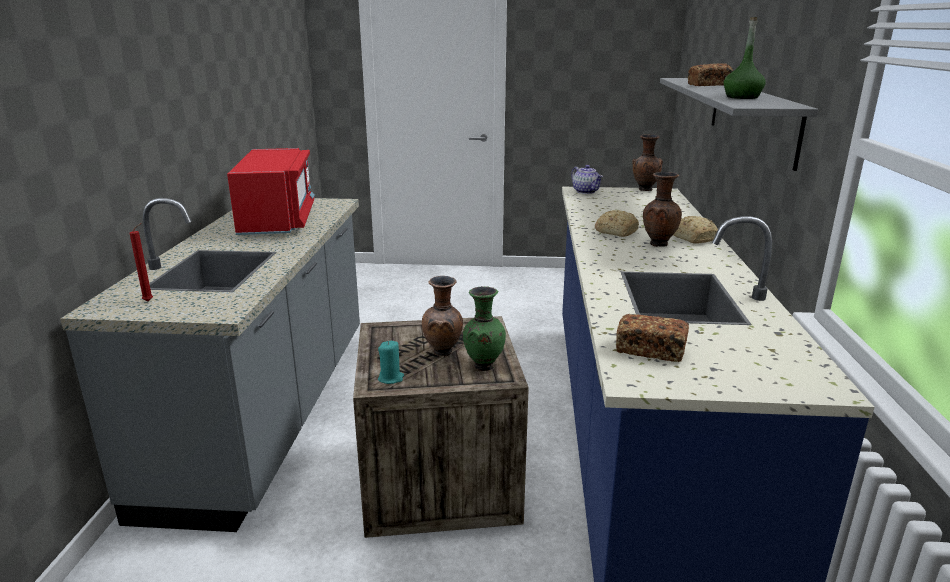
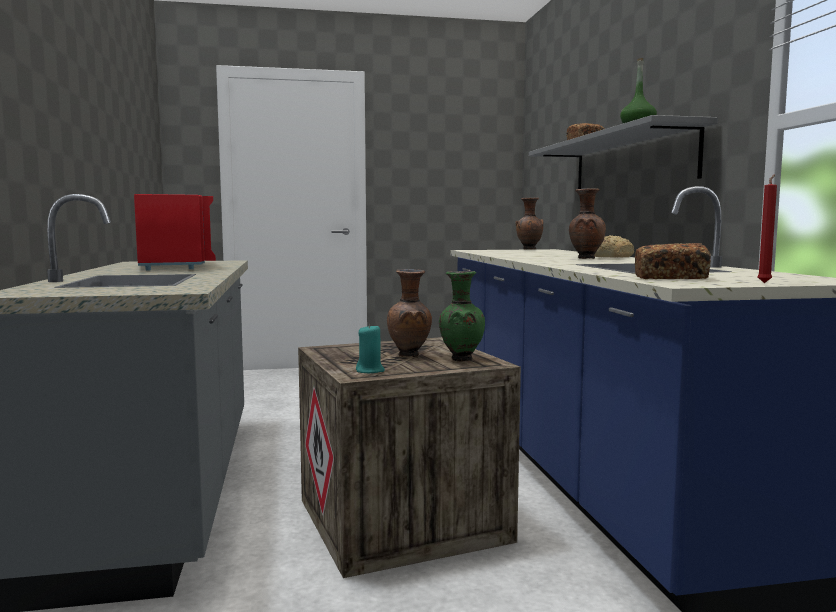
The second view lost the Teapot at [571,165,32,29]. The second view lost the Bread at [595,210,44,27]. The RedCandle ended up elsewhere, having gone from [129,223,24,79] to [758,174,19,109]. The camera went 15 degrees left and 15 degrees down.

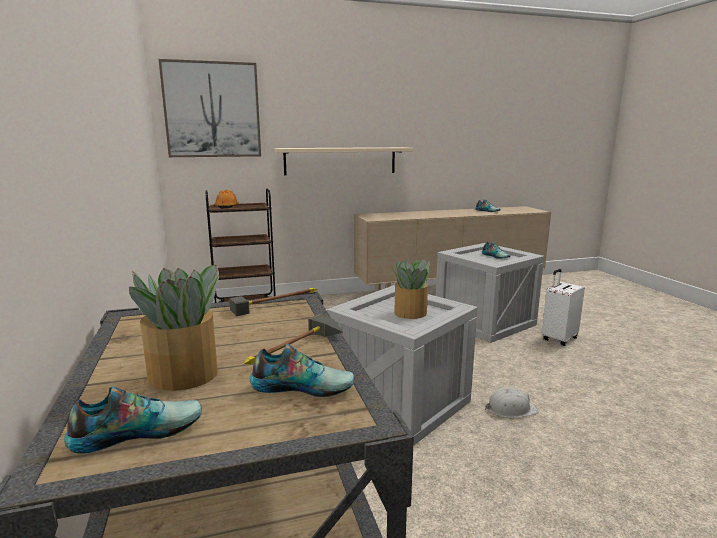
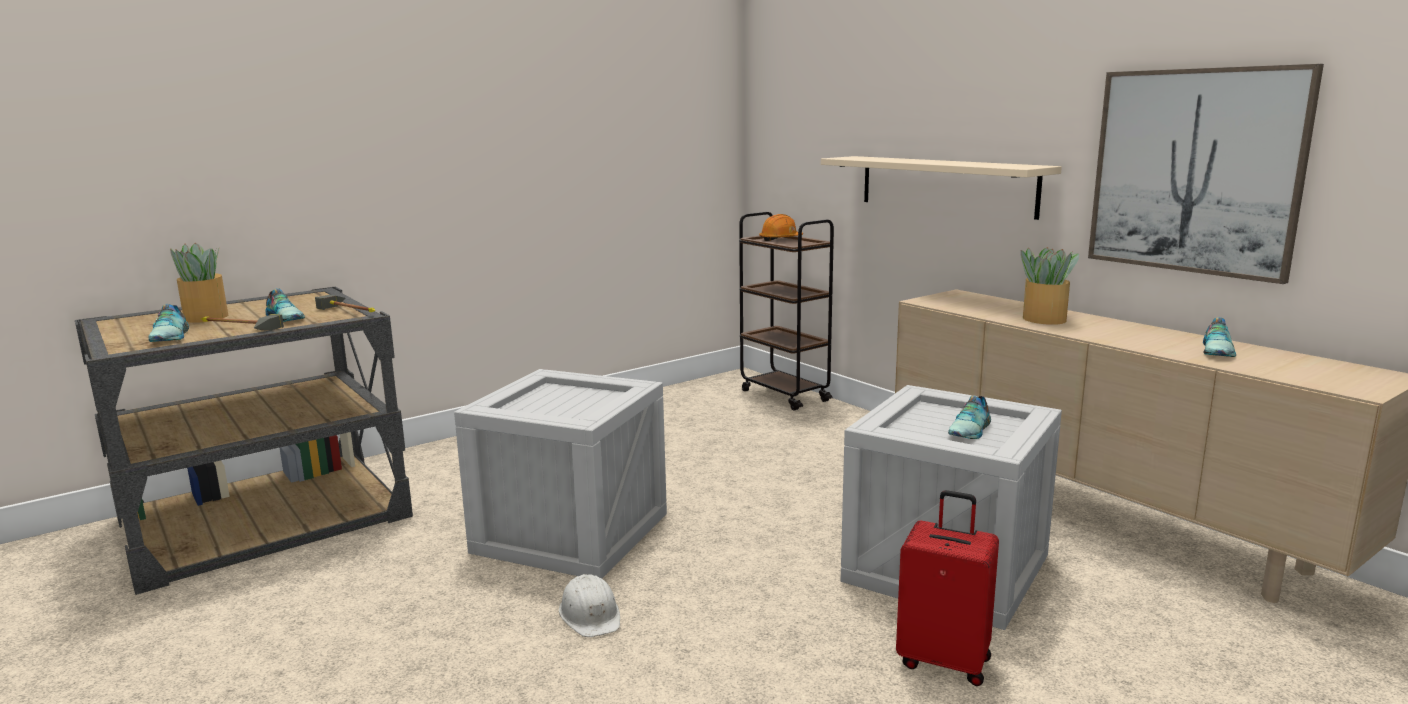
The Shoe ended up elsewhere, having gone from [64,386,138,68] to [265,288,40,34]. The Picture ended up elsewhere, having gone from [159,59,102,98] to [1088,64,236,220]. The PottedPlant ended up elsewhere, having gone from [390,259,40,60] to [1020,247,59,78]. What was the WhiteSuitcase at [541,269,44,77] turned into the RedSuitcase at [896,490,103,196]. The camera went 70 degrees right and 0 degrees up.

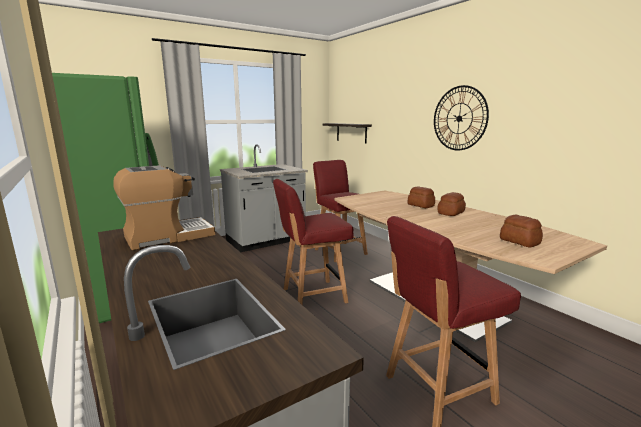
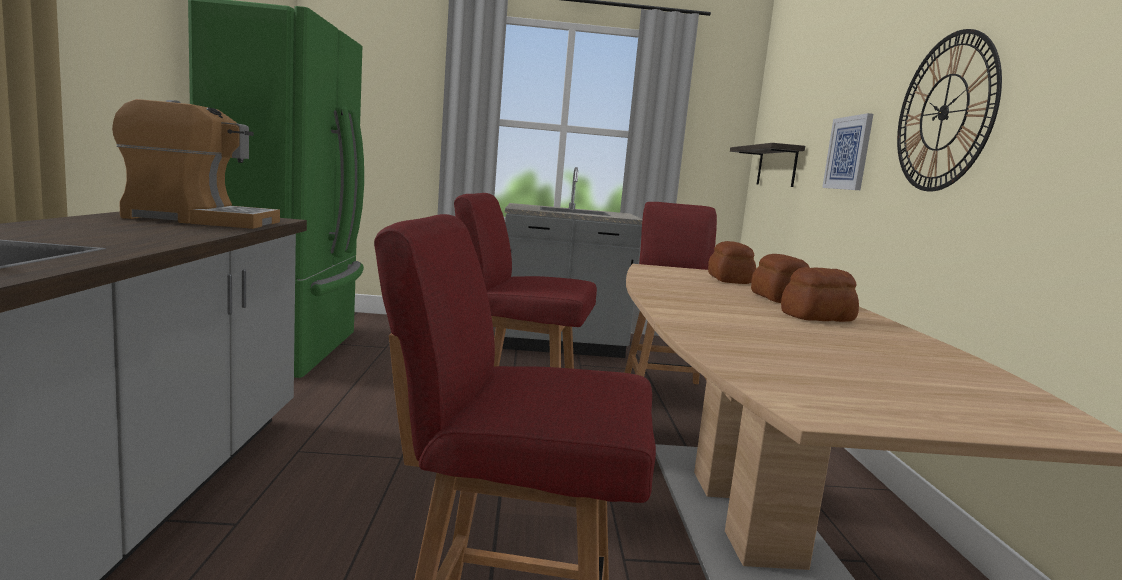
The second view gained the Picture at [822,113,51,77]. The Bread ended up elsewhere, having gone from [500,215,43,33] to [708,241,48,43]. The camera went 30 degrees right and 5 degrees down.

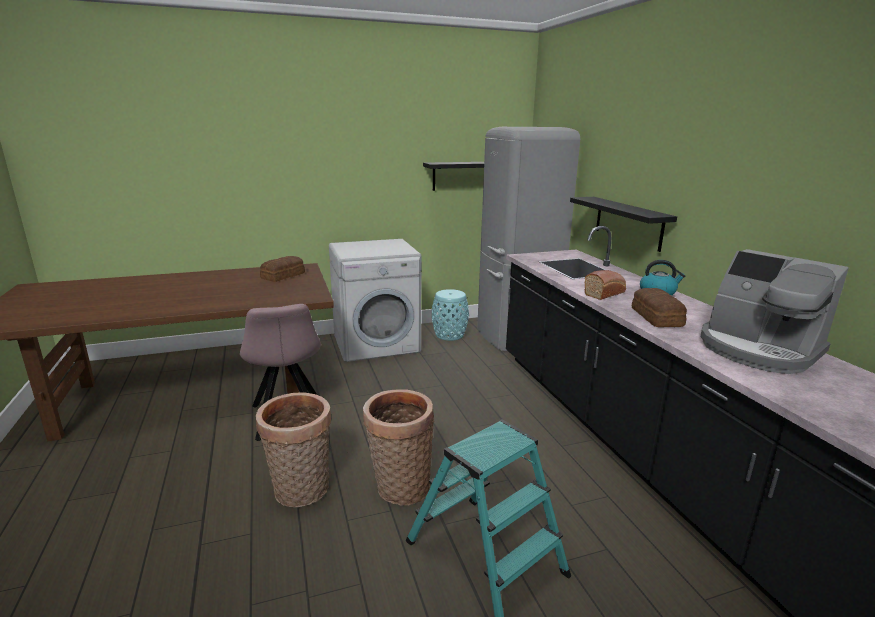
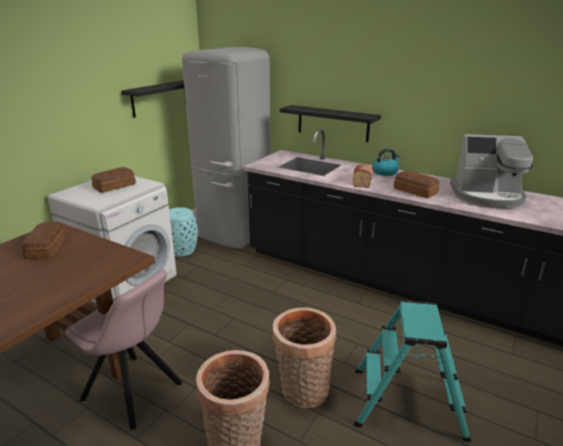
The second view gained the Bread at [91,167,45,26]. The camera went 40 degrees left and 5 degrees up.

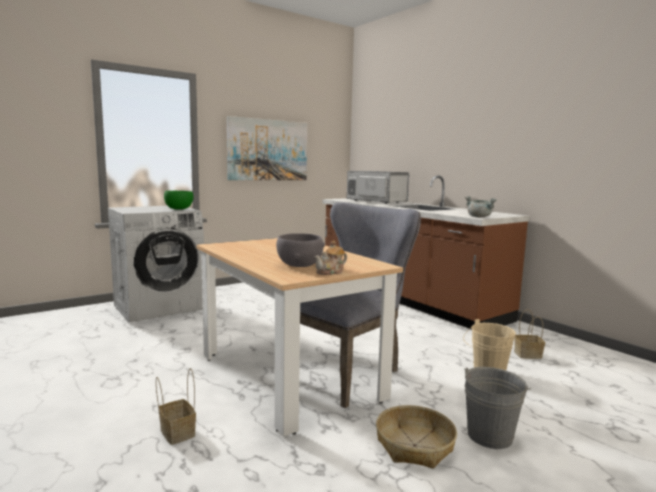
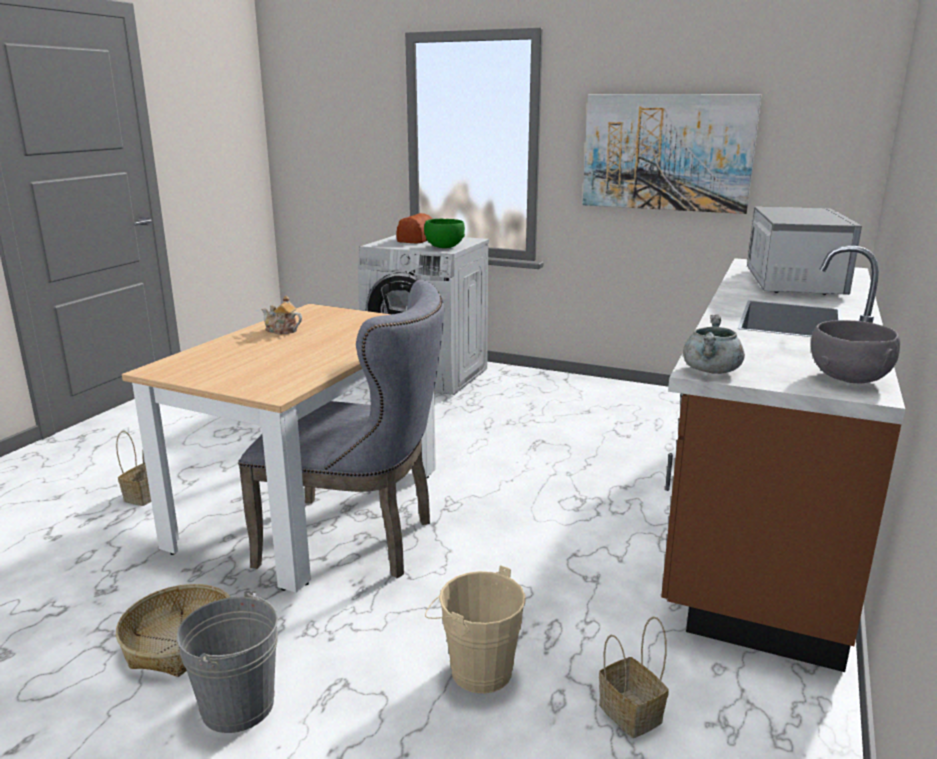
The second view gained the Bread at [397,213,35,30]. The GreyBowl ended up elsewhere, having gone from [276,233,49,34] to [811,320,89,64]. The Teapot ended up elsewhere, having gone from [315,240,32,35] to [262,296,40,38]. The camera went 60 degrees right and 10 degrees up.

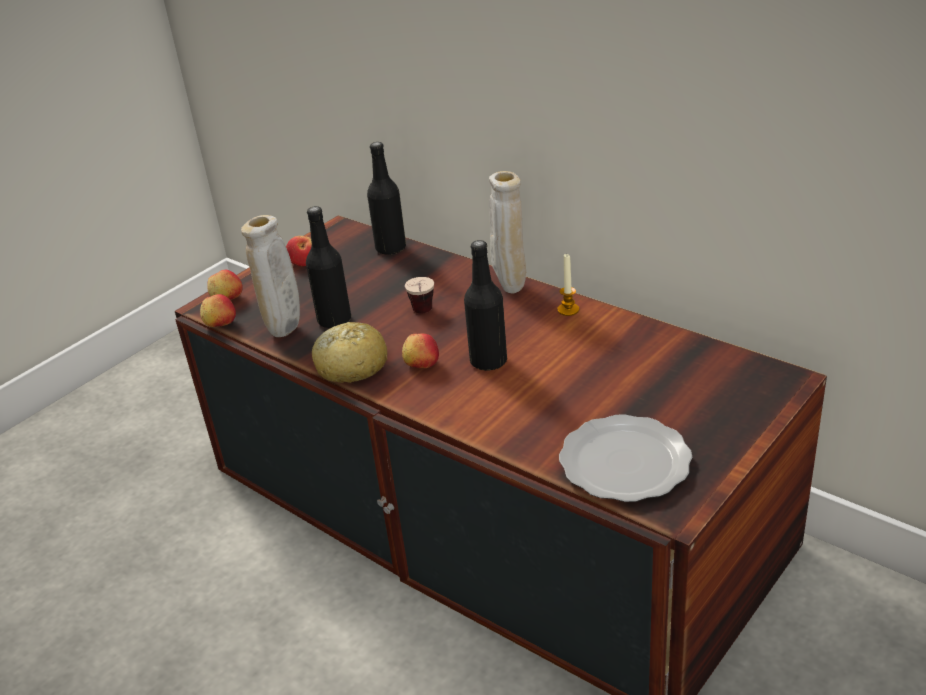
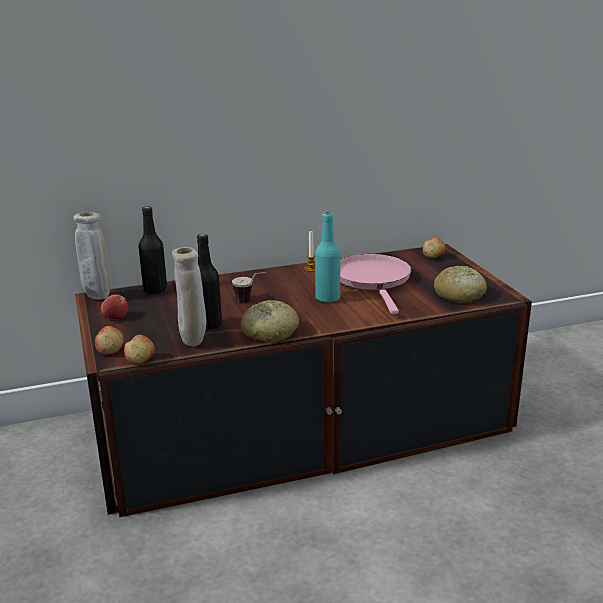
The second view gained the PinkFryingPan at [340,254,72,60]. The Apple ended up elsewhere, having gone from [402,334,37,34] to [422,237,24,21]. The BeigeVase ended up elsewhere, having gone from [489,171,37,123] to [74,212,37,87]. Where the Plate stood at [559,414,133,88], the Bread came to stand at [434,266,53,37]. What was the BlackBottle at [464,240,43,131] turned into the TurquoiseBottle at [315,212,25,91]. The camera went 60 degrees left and 10 degrees down.

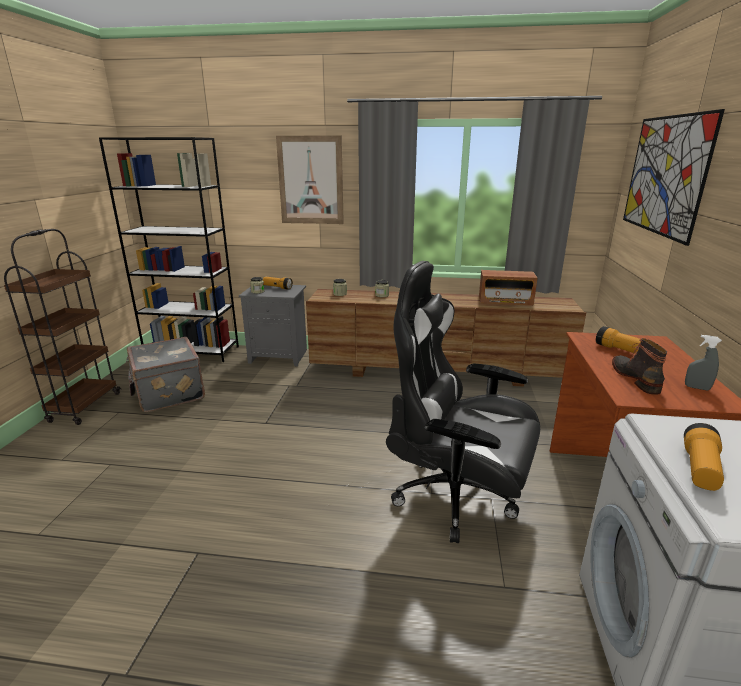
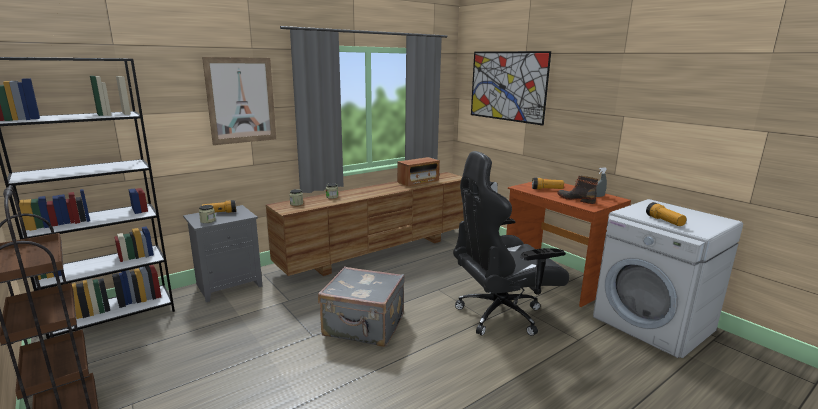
The GreySuitcase ended up elsewhere, having gone from [126,337,79,75] to [318,266,87,81]. The camera went 45 degrees left and 5 degrees down.

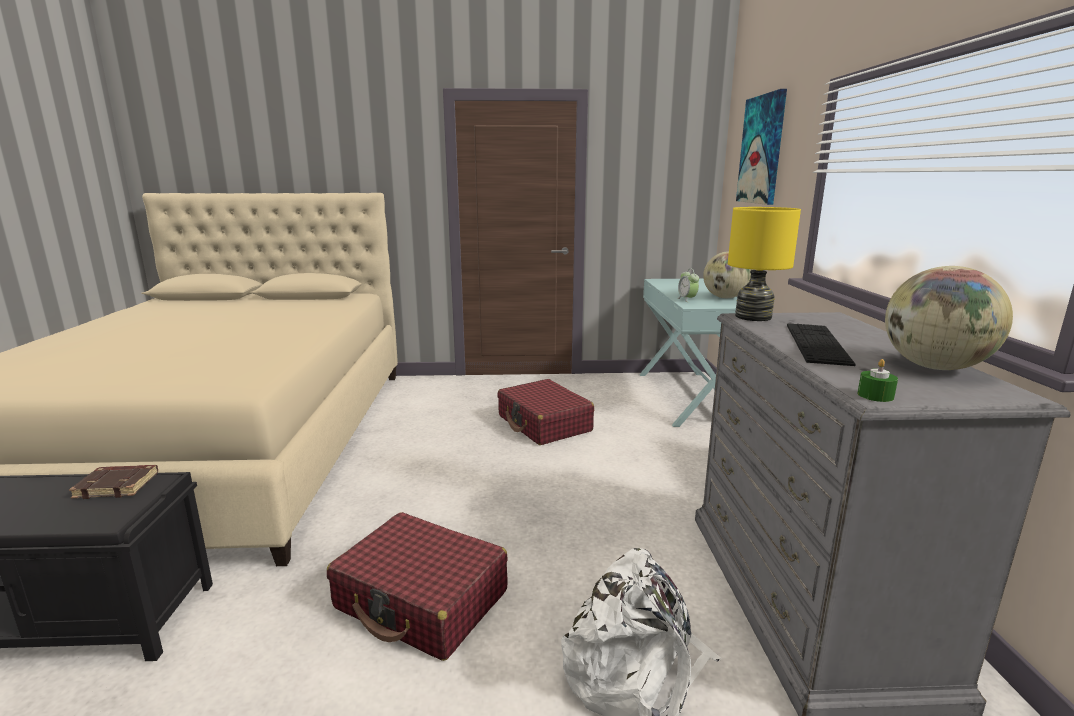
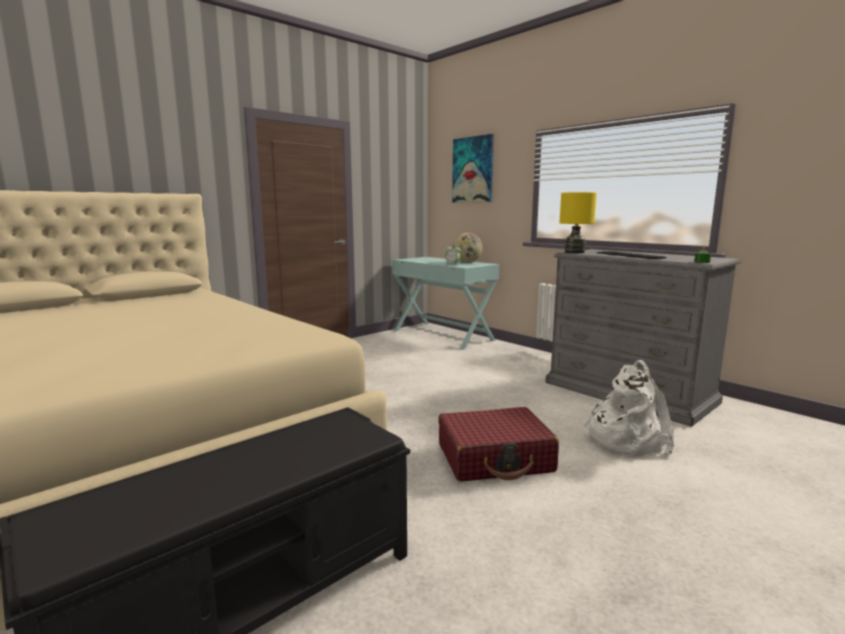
The second view lost the BrownBook at [69,465,89,34]. The second view lost the RedSuitcase at [497,379,97,66]. The second view lost the Globe at [885,266,128,104]. The camera went 40 degrees left and 5 degrees down.

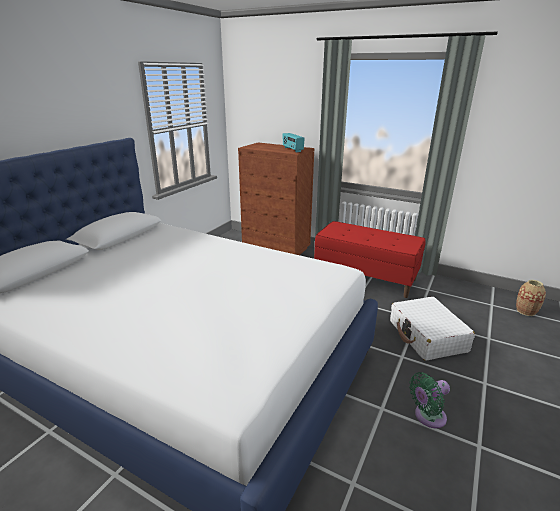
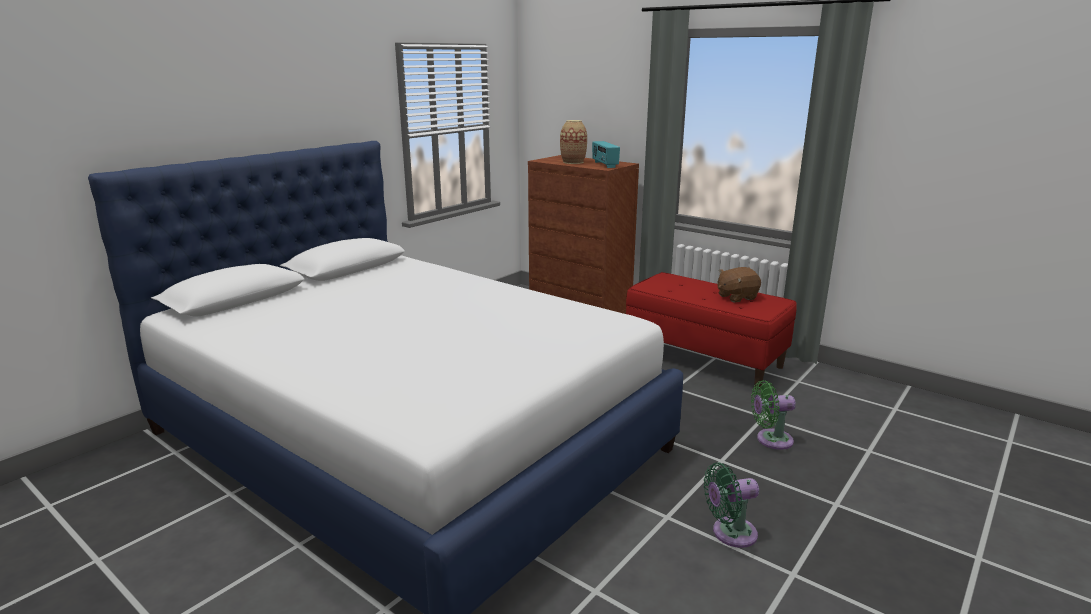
The second view gained the BrownPlushToy at [717,267,44,35]. The Vase ended up elsewhere, having gone from [516,280,30,36] to [560,120,27,44]. Where the WhiteSuitcase stood at [390,297,85,64], the GreenFan came to stand at [751,380,45,70]. The camera went 10 degrees right and 5 degrees down.

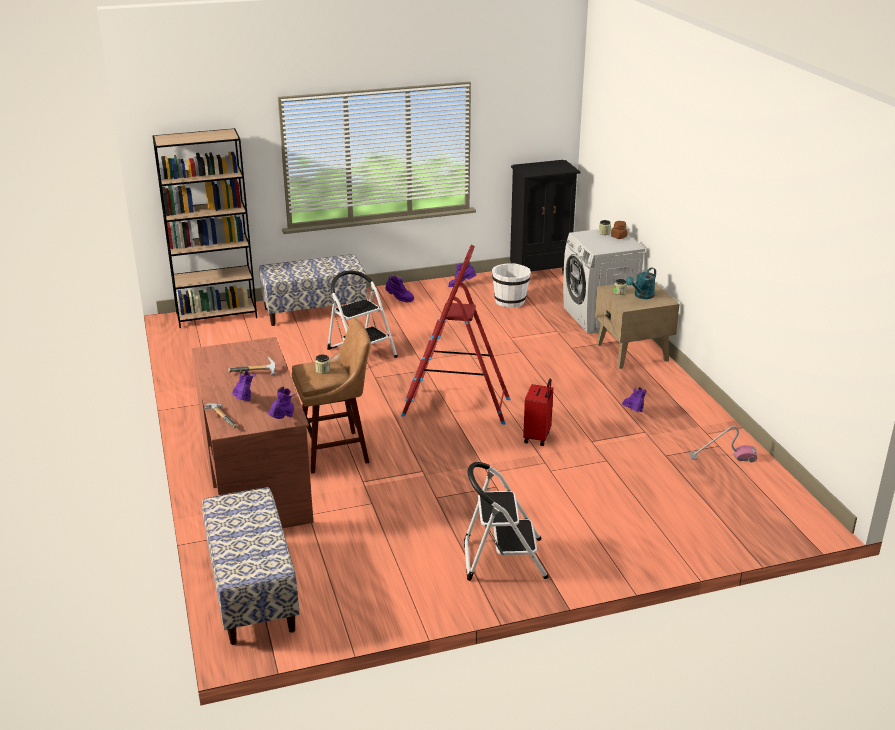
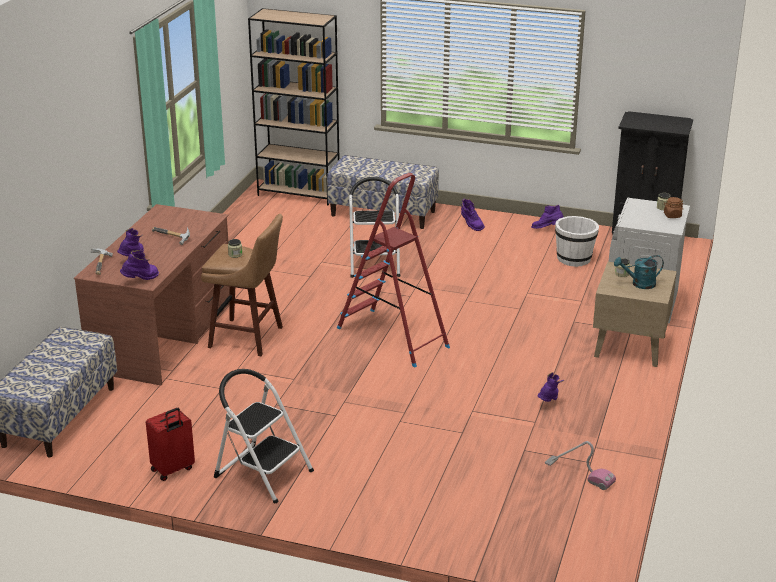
The RedSuitcase ended up elsewhere, having gone from [523,378,30,68] to [146,408,49,73]. The camera went 35 degrees right and 0 degrees up.

